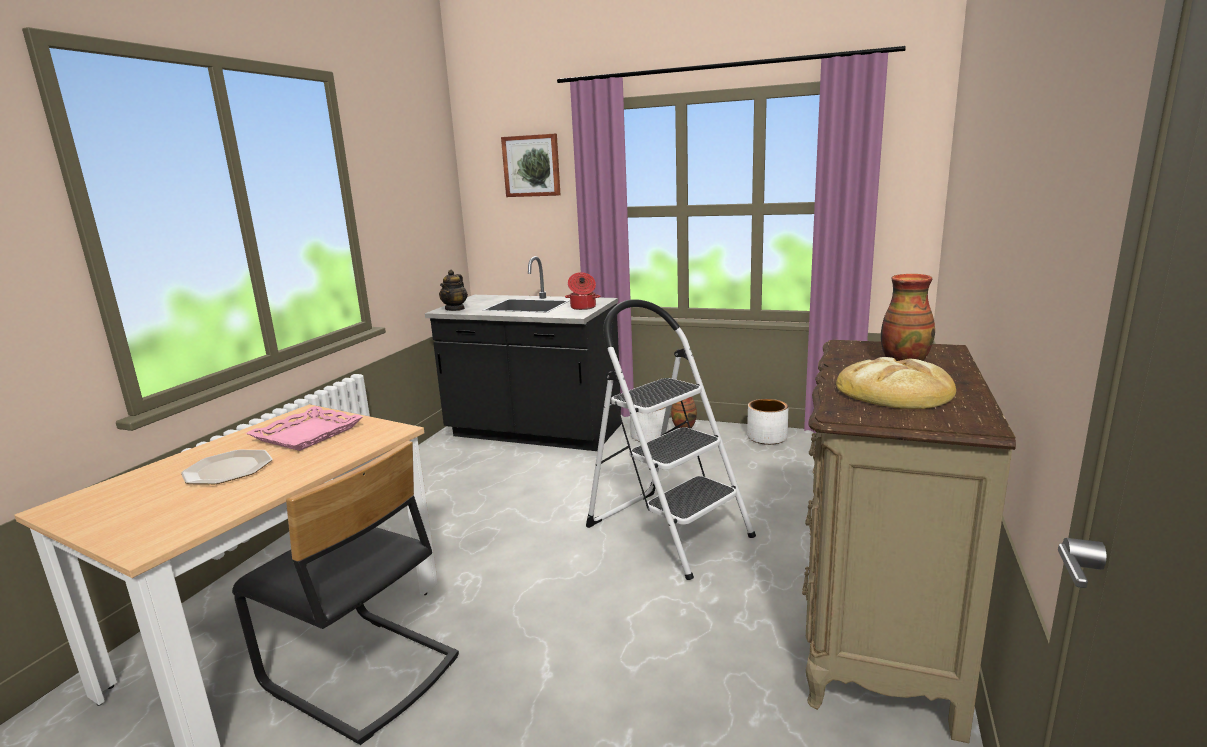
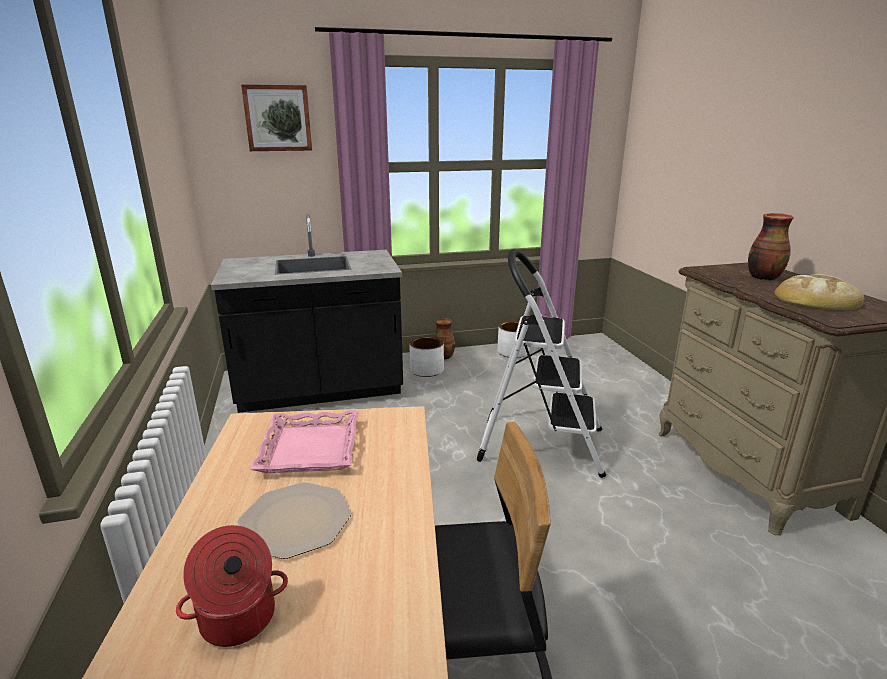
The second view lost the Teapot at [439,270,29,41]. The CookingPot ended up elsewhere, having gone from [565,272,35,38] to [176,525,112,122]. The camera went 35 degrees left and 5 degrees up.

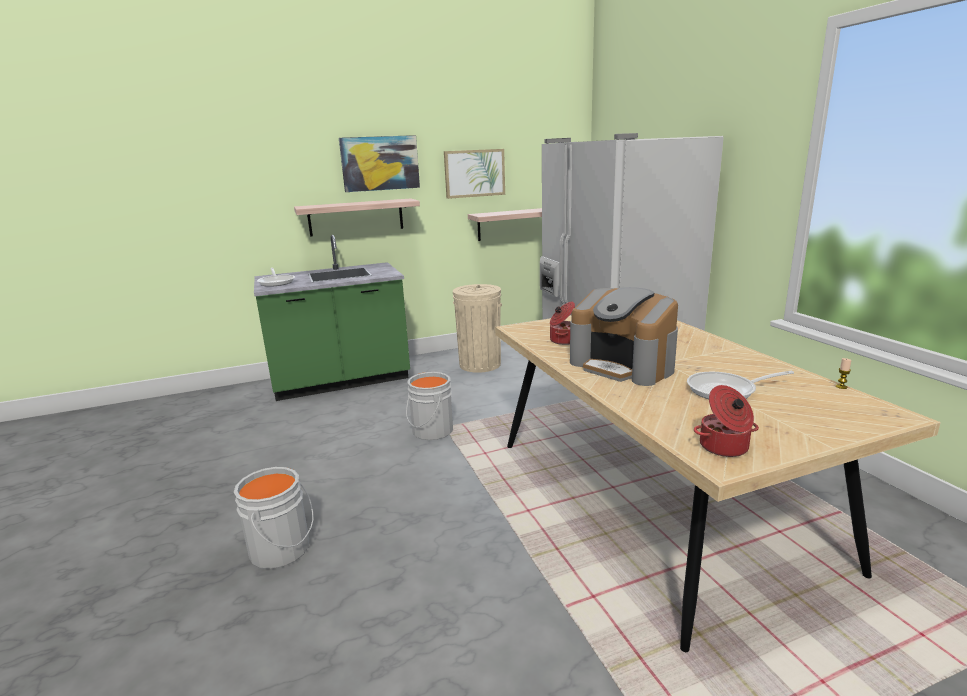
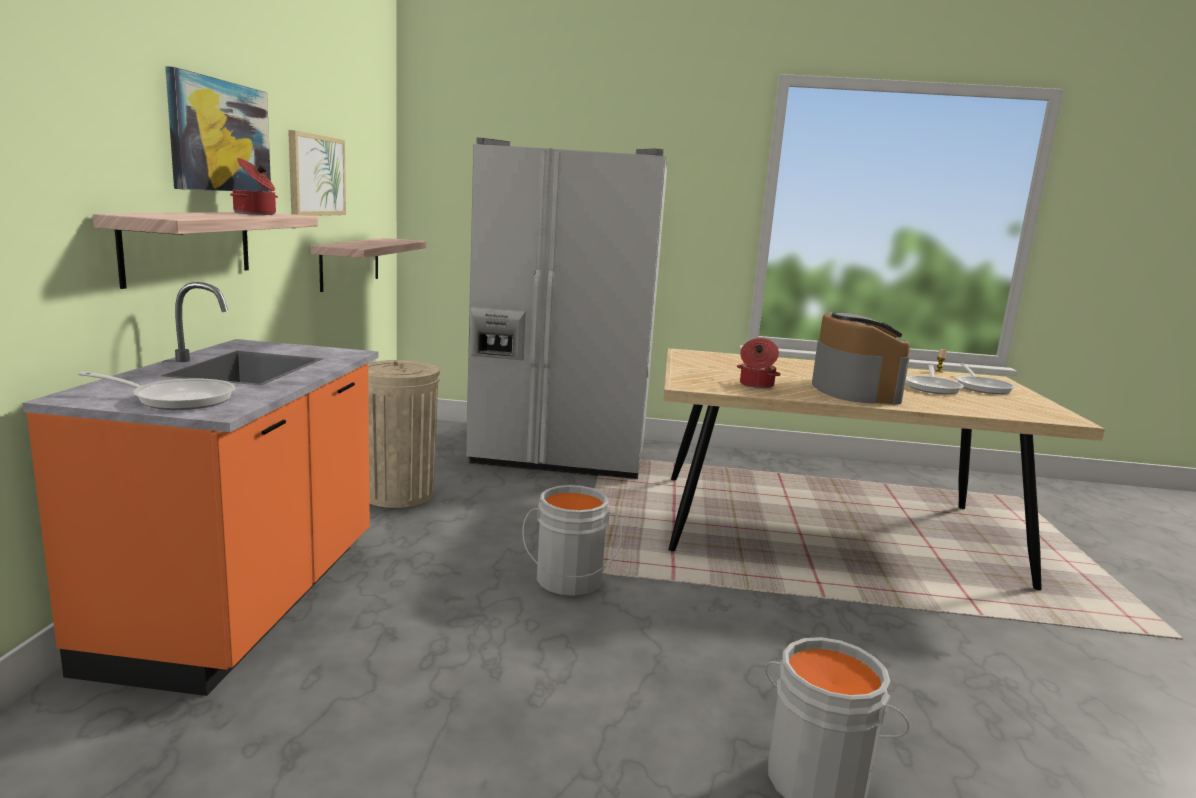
The second view gained the FryingPan at [956,363,59,31]. The CookingPot ended up elsewhere, having gone from [694,385,65,72] to [230,158,48,57]. What was the GreenCounter at [254,235,156,166] turned into the OrangeCounter at [22,282,356,414]. The CoffeeMachine at [570,287,108,99] ended up facing another way, 75 degrees counterclockwise from before. The camera went 65 degrees left and 5 degrees down.

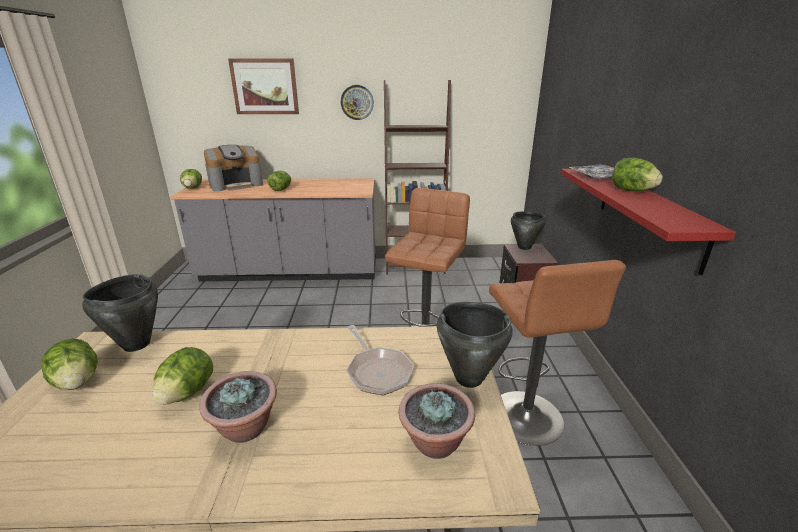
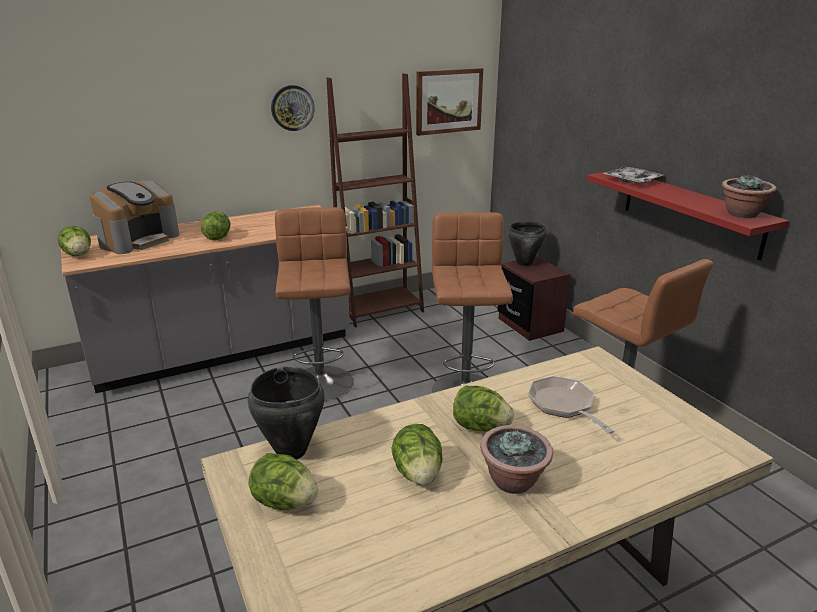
The second view lost the BlackCookingPot at [437,302,75,86]. The second view gained the BrownStool at [275,207,79,194]. The Picture ended up elsewhere, having gone from [228,59,71,55] to [416,68,67,68]. The PottedPlant ended up elsewhere, having gone from [399,383,76,76] to [722,175,55,43]. The Lettuce ended up elsewhere, having gone from [612,158,51,33] to [453,386,61,46]. The FryingPan at [347,325,67,70] ended up facing another way, 150 degrees counterclockwise from before. The camera went 25 degrees left and 0 degrees up.

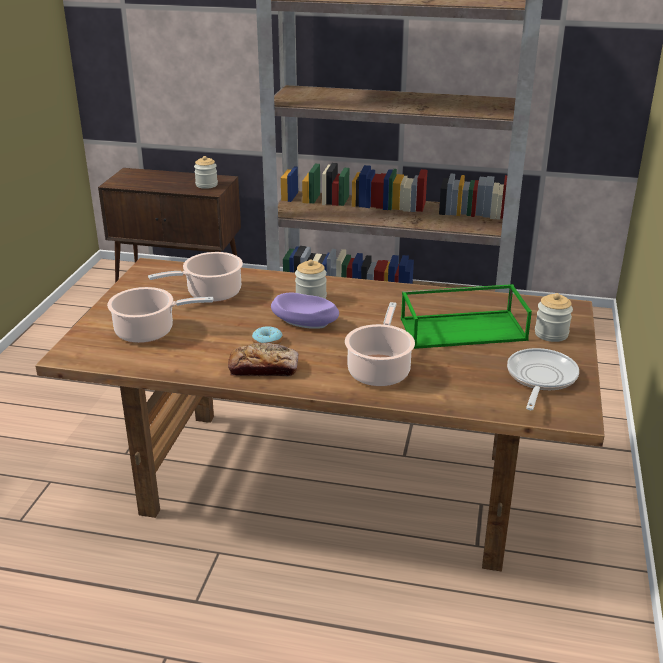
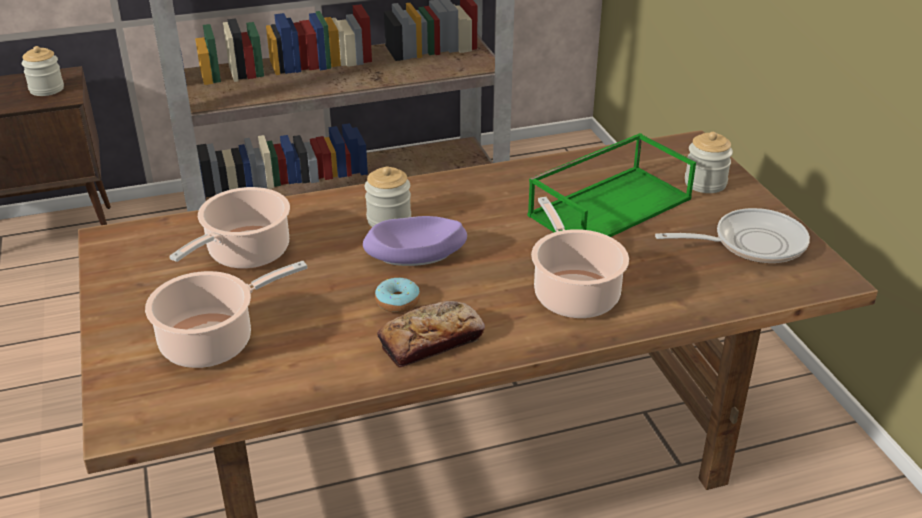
The FryingPan at [507,348,72,62] ended up facing another way, 90 degrees clockwise from before. The camera went 30 degrees left and 5 degrees up.

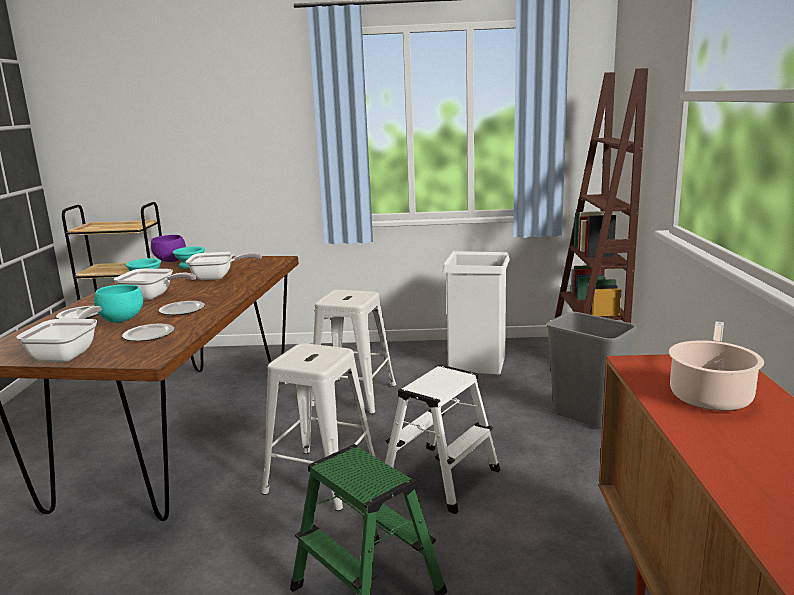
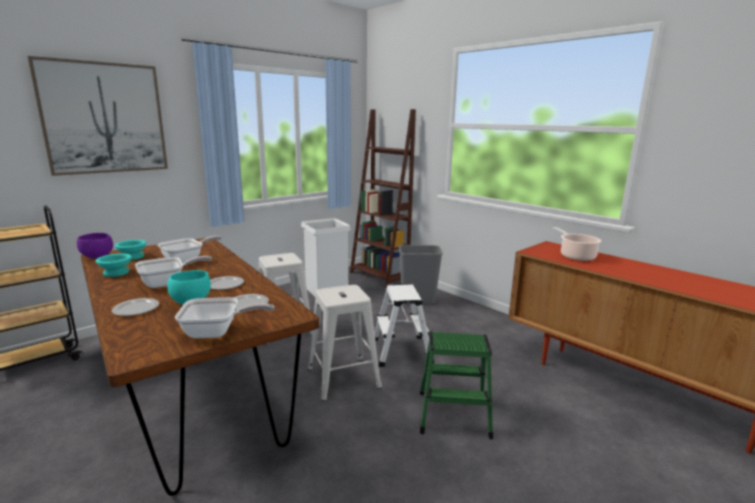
The second view gained the Picture at [27,56,141,120]. The FryingPan at [16,306,86,56] ended up facing another way, 120 degrees clockwise from before. The camera went 45 degrees left and 0 degrees up.

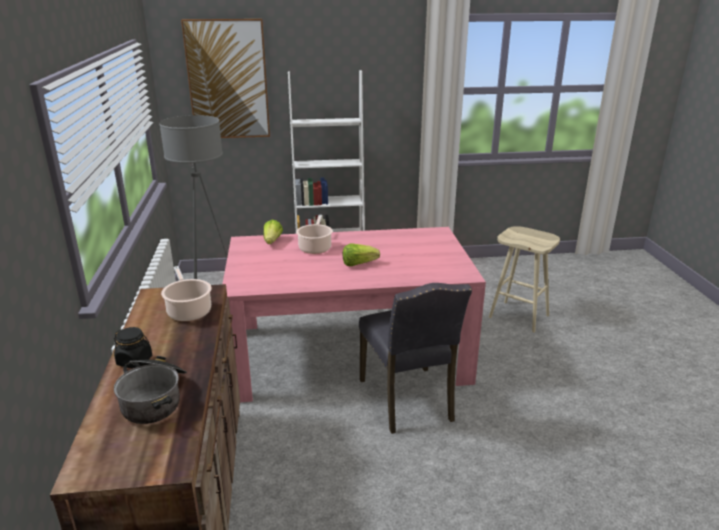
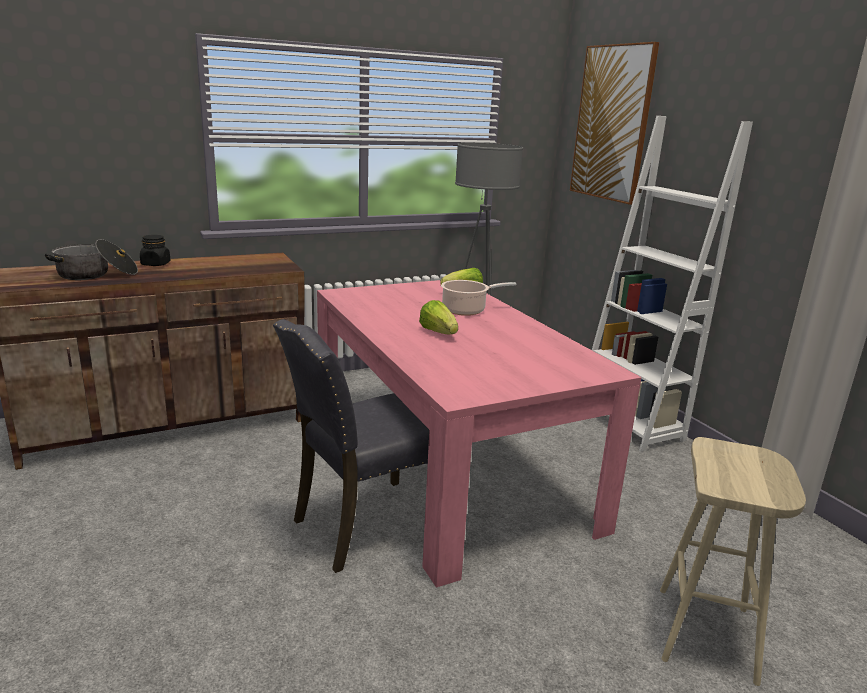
The second view lost the CookingPot at [161,266,51,55]. The camera went 70 degrees right and 5 degrees down.

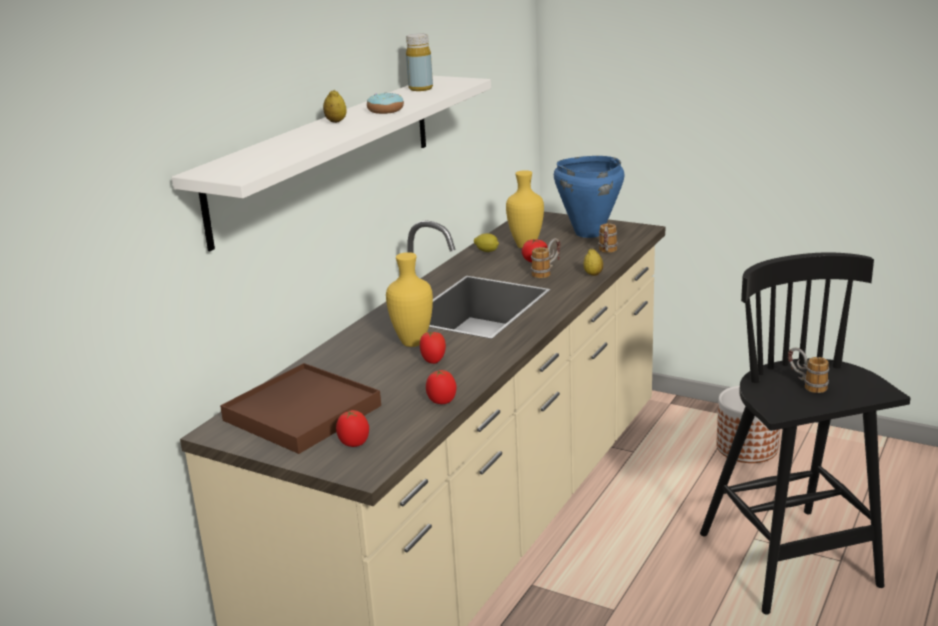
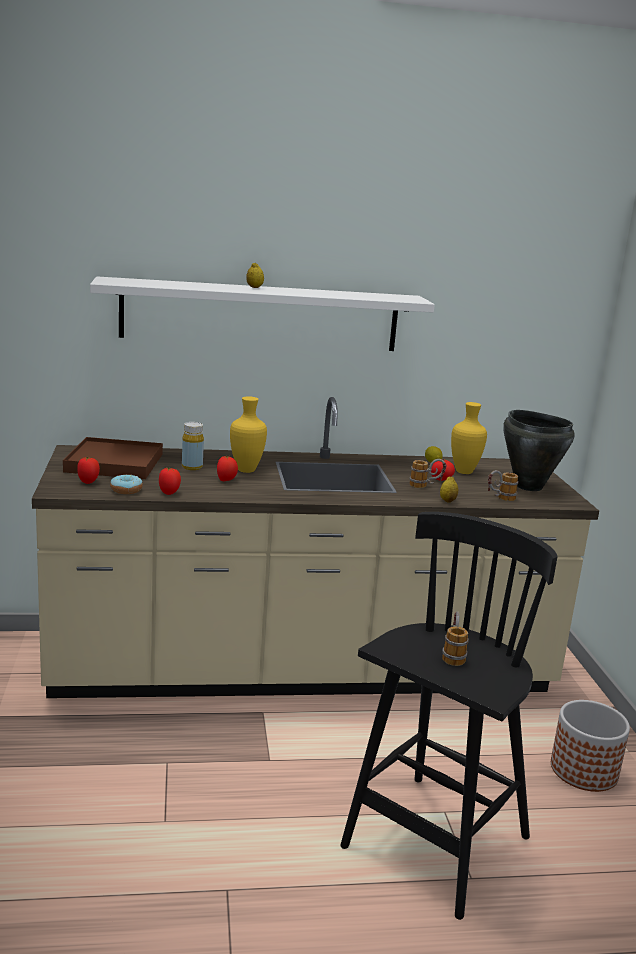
The Donut ended up elsewhere, having gone from [367,92,37,22] to [110,475,33,19]. The YellowBottle ended up elsewhere, having gone from [406,33,27,58] to [182,422,22,48]. What was the BlueCookingPot at [554,156,70,82] turned into the BlackCookingPot at [503,410,72,81]. The camera went 50 degrees right and 5 degrees down.

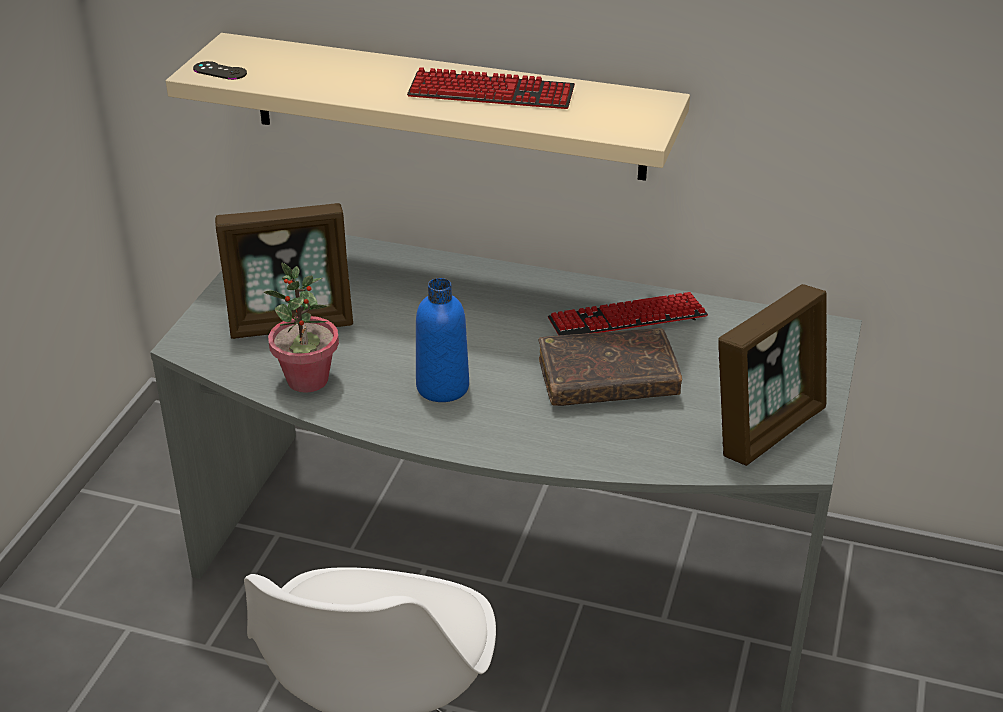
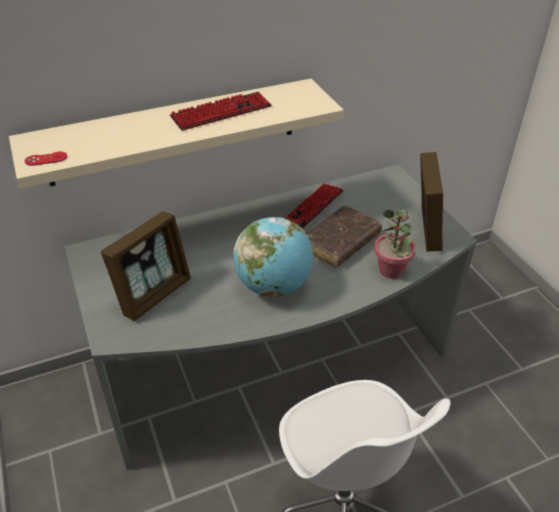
The PottedPlant ended up elsewhere, having gone from [263,262,76,131] to [374,208,42,71]. Where the BlueBottle stood at [416,278,53,124], the Globe came to stand at [233,217,80,80]. What was the BlackGameController at [193,61,54,19] turned into the RedGameController at [25,151,42,15]. The camera went 40 degrees left and 5 degrees up.

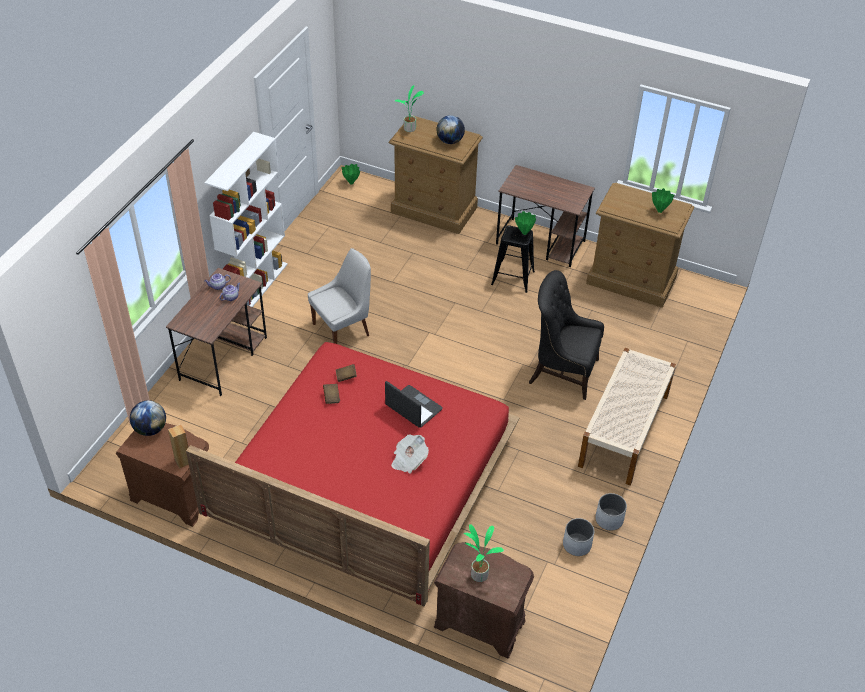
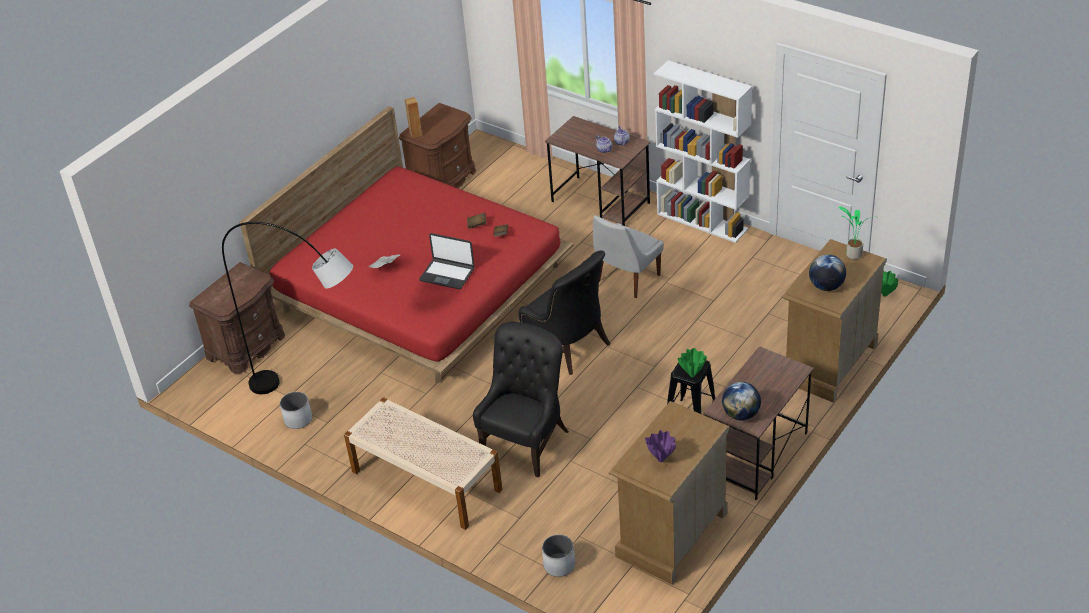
The second view lost the PottedPlant at [464,524,40,58]. The second view gained the GreyFloorLamp at [222,222,131,172]. The second view gained the BlackChair at [519,251,91,124]. The Globe ended up elsewhere, having gone from [130,400,36,36] to [722,382,39,38]. The WhitePlanter ended up elsewhere, having gone from [595,493,32,37] to [542,534,33,43]. What was the GreenVase at [652,188,22,25] turned into the PurpleVase at [645,430,31,32]. The WhiteChair at [308,248,63,96] ended up facing another way, 60 degrees clockwise from before. The Laptop at [385,381,58,47] ended up facing another way, 60 degrees clockwise from before. The camera went 105 degrees right and 5 degrees down.

